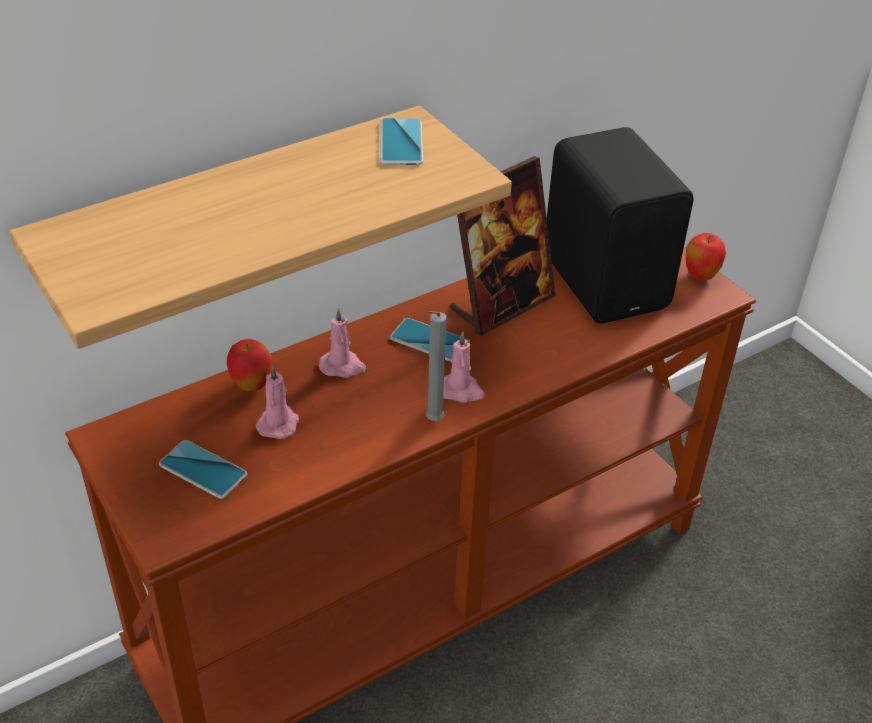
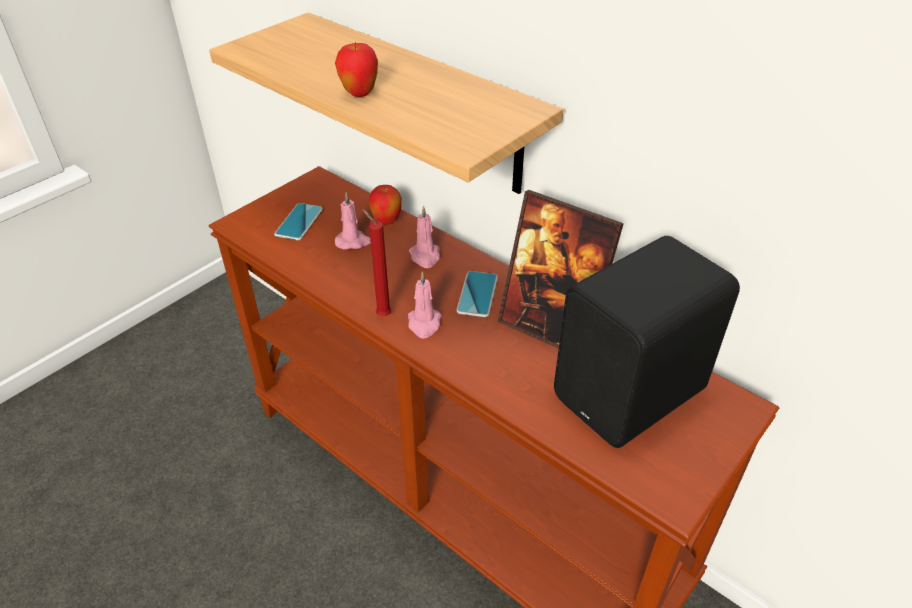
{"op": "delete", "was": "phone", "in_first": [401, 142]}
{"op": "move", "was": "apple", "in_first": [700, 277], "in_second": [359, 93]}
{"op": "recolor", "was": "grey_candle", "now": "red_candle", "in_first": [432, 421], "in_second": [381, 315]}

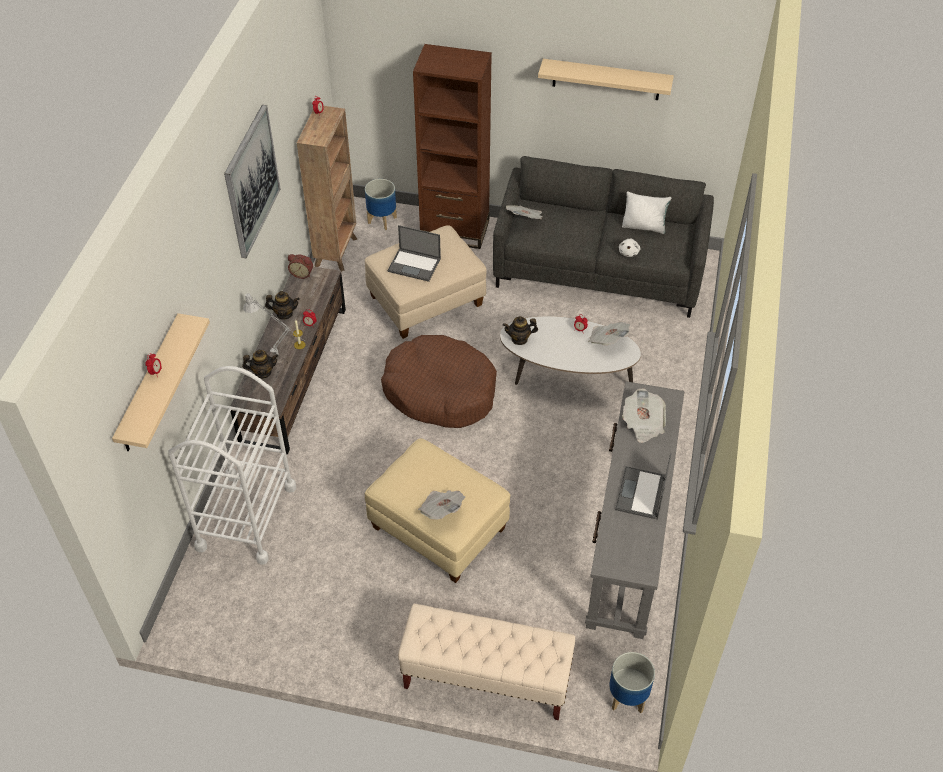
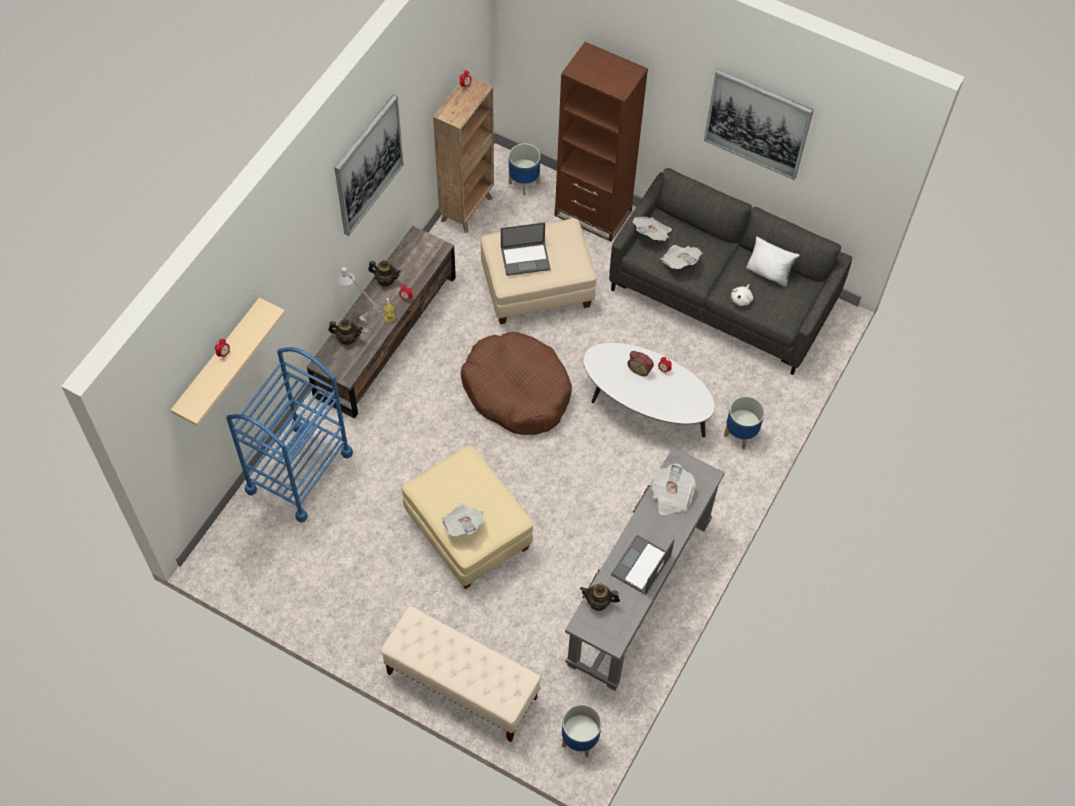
{"op": "replace", "was": "beige_shelf", "now": "picture", "in_first": [606, 79], "in_second": [757, 124]}
{"op": "rotate", "was": "laptop", "in_first": [415, 265], "in_second": [526, 258], "clockwise": -45}
{"op": "move", "was": "alarm_clock", "in_first": [302, 273], "in_second": [640, 369]}
{"op": "move", "was": "teapot", "in_first": [519, 339], "in_second": [598, 602]}
{"op": "move", "was": "newspaper", "in_first": [607, 340], "in_second": [679, 262]}
{"op": "recolor", "was": "white_cart", "now": "blue_cart", "in_first": [246, 517], "in_second": [299, 472]}
{"op": "insert", "now": "planter", "in_second": [741, 434]}

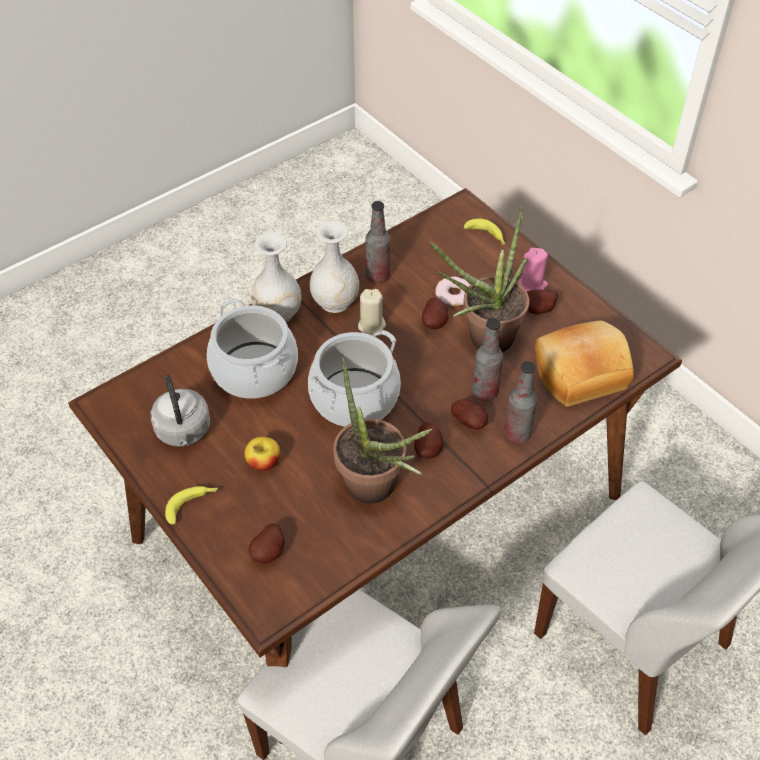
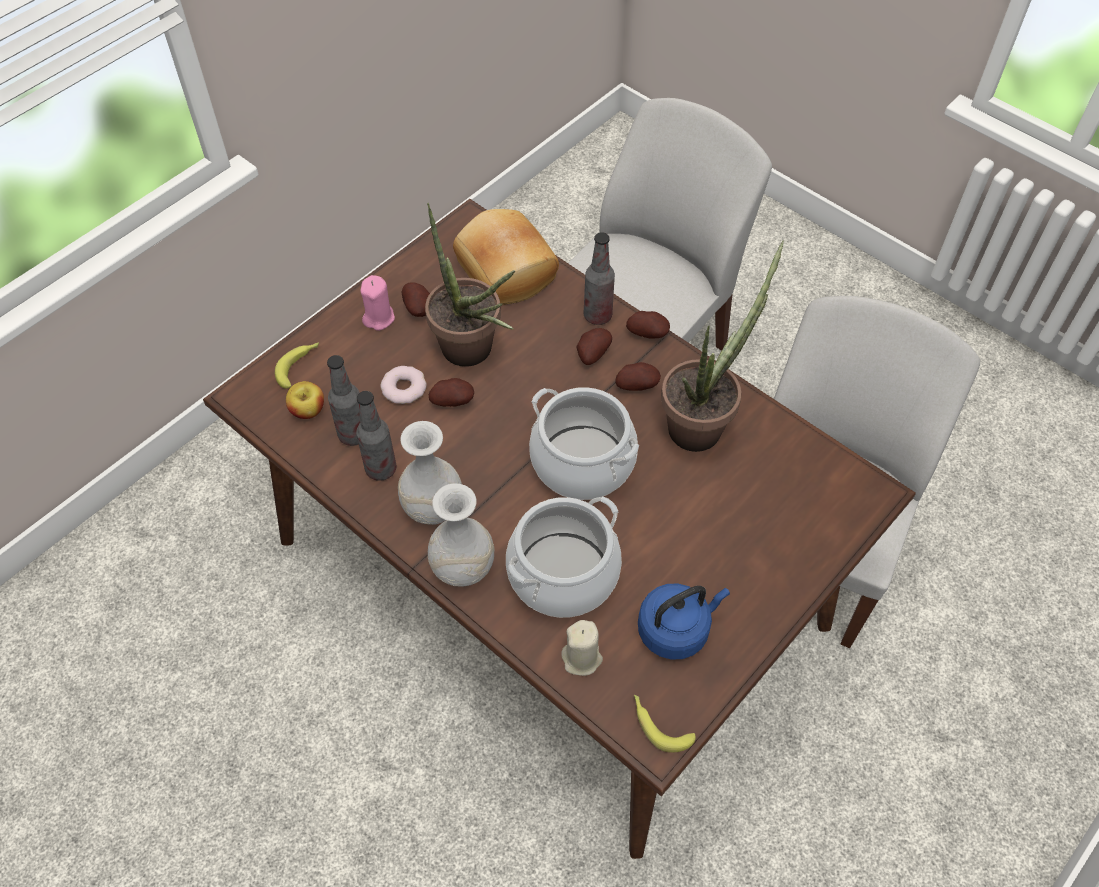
{"op": "move", "was": "beige_candle", "in_first": [372, 326], "in_second": [582, 658]}
{"op": "move", "was": "bottle", "in_first": [485, 392], "in_second": [353, 435]}
{"op": "recolor", "was": "grey_kettle", "now": "blue_kettle", "in_first": [184, 432], "in_second": [676, 630]}
{"op": "move", "was": "apple", "in_first": [263, 462], "in_second": [308, 410]}
{"op": "move", "was": "banana", "in_first": [192, 505], "in_second": [658, 725]}
{"op": "move", "was": "potato", "in_first": [270, 553], "in_second": [648, 333]}

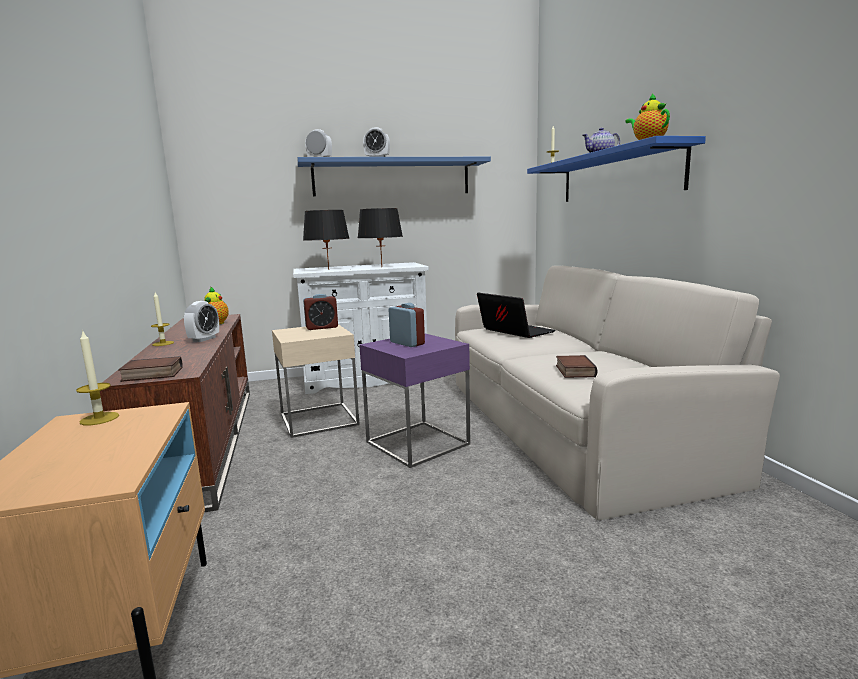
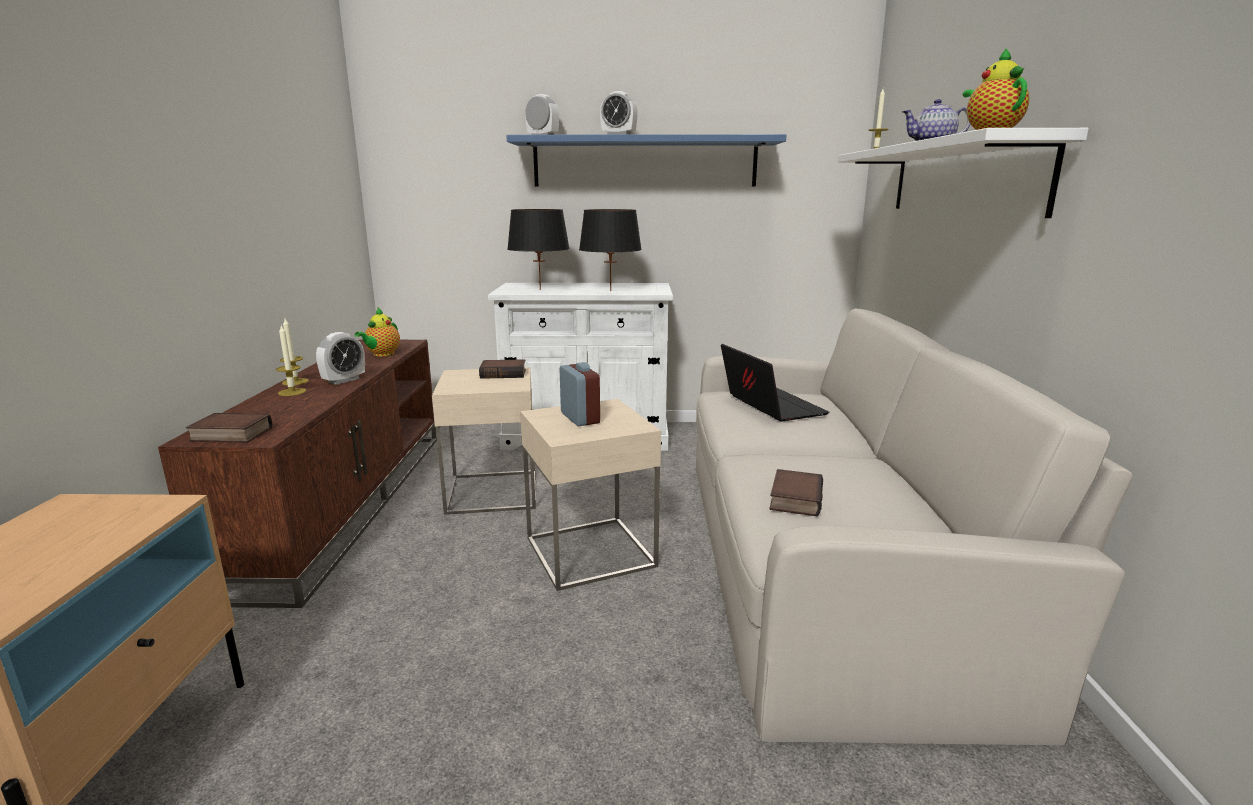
{"op": "recolor", "was": "blue_shelf", "now": "white_shelf", "in_first": [617, 176], "in_second": [961, 179]}
{"op": "replace", "was": "alarm_clock", "now": "book", "in_first": [322, 327], "in_second": [504, 373]}
{"op": "move", "was": "candle", "in_first": [99, 418], "in_second": [292, 392]}
{"op": "recolor", "was": "purple_side_table", "now": "beige_side_table", "in_first": [417, 443], "in_second": [590, 552]}

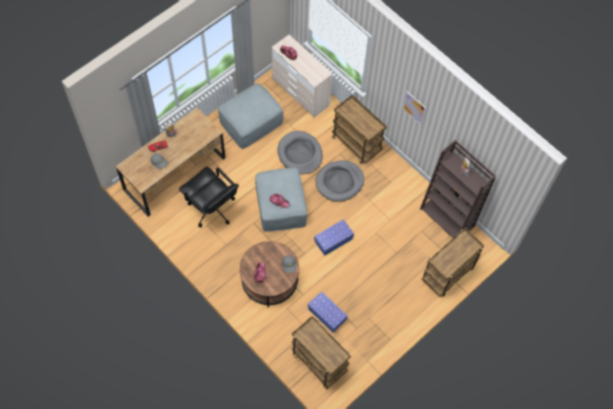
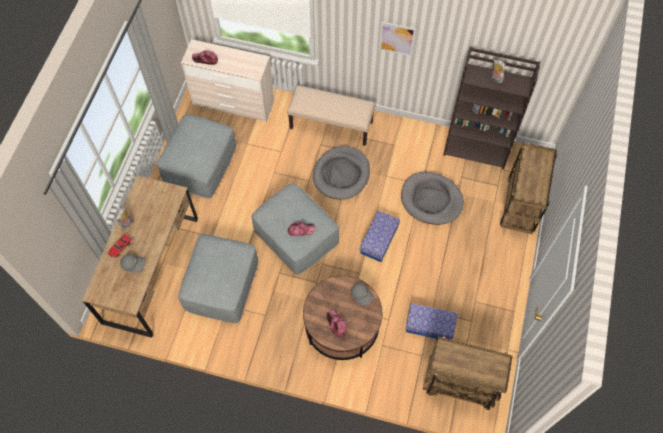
{"op": "replace", "was": "brown_cart", "now": "beige_bench", "in_first": [357, 144], "in_second": [331, 124]}
{"op": "move", "was": "grey_dog_bed", "in_first": [300, 154], "in_second": [431, 200]}
{"op": "replace", "was": "black_office_chair", "now": "grey_ottoman", "in_first": [212, 209], "in_second": [221, 284]}

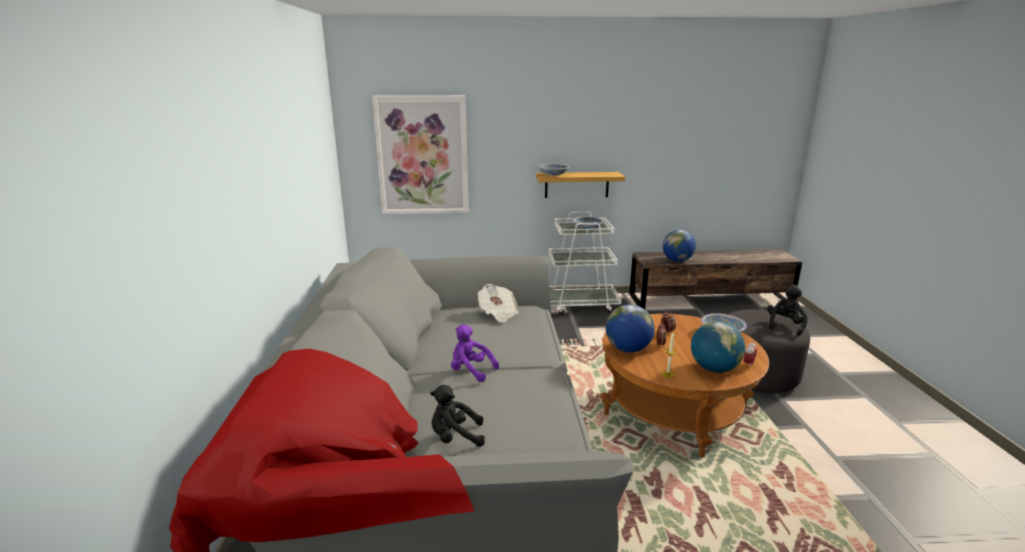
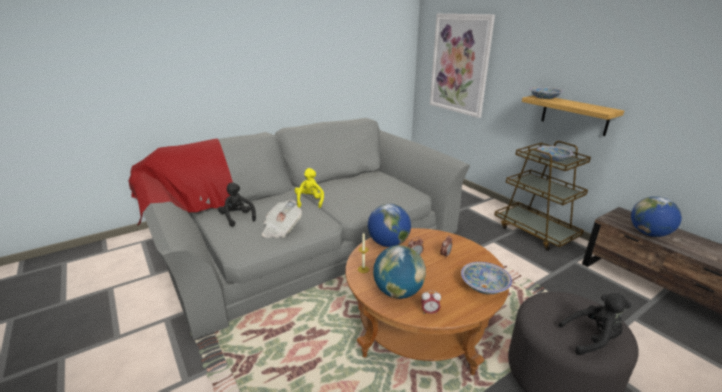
{"op": "recolor", "was": "white_cart", "now": "brown_cart", "in_first": [580, 305], "in_second": [535, 232]}
{"op": "move", "was": "newspaper", "in_first": [498, 313], "in_second": [281, 229]}
{"op": "recolor", "was": "purple_plush_toy", "now": "yellow_plush_toy", "in_first": [471, 371], "in_second": [310, 201]}

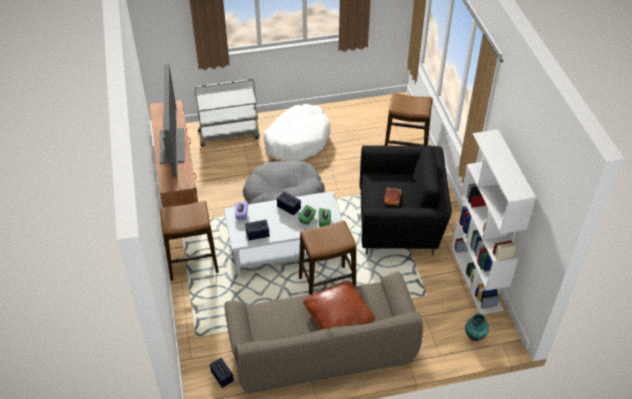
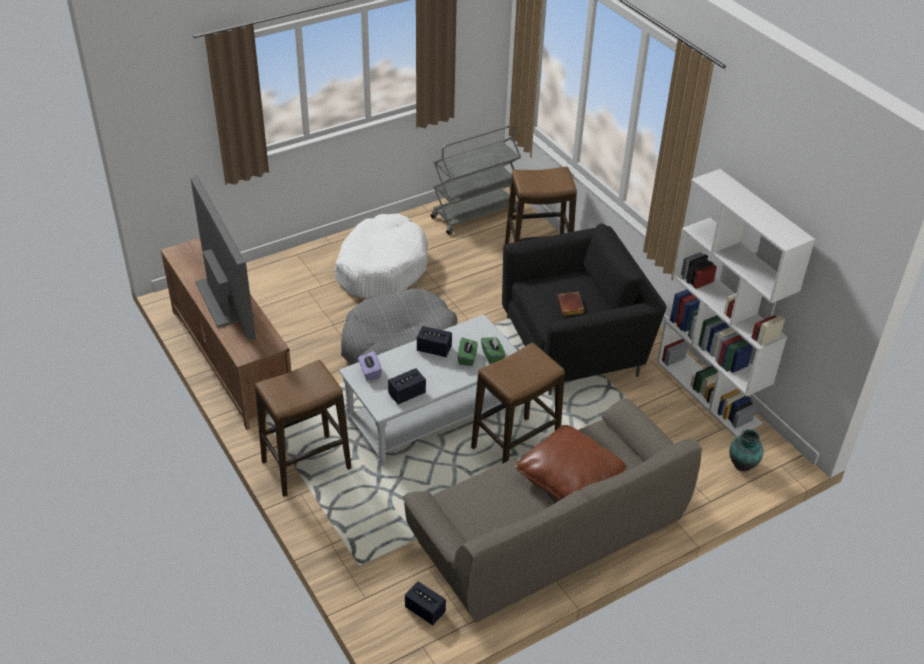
{"op": "move", "was": "grey_cart", "in_first": [229, 134], "in_second": [475, 214]}

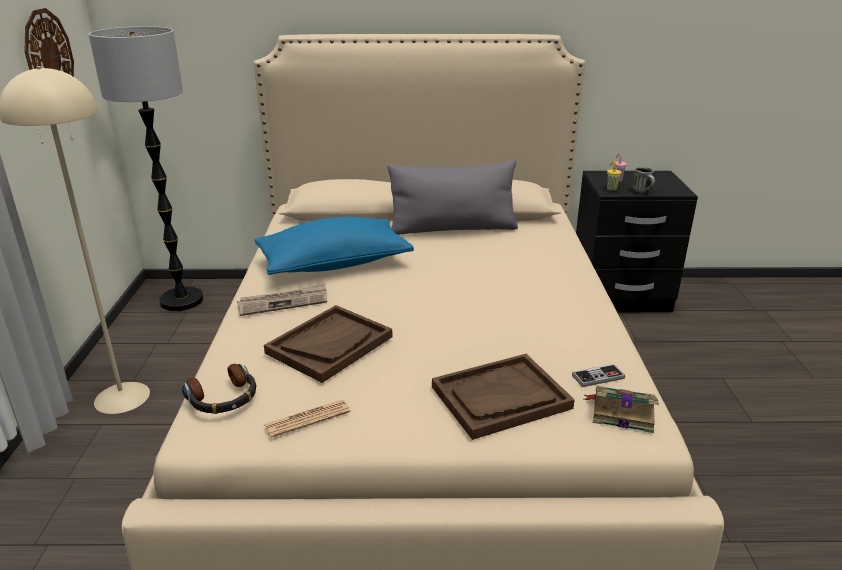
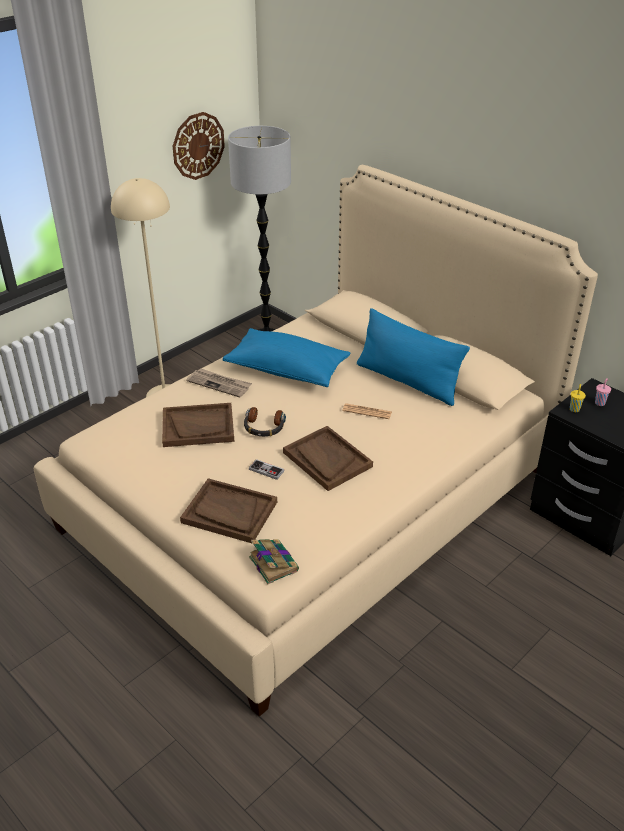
{"op": "recolor", "was": "grey_pillow", "now": "blue_pillow", "in_first": [453, 229], "in_second": [407, 381]}
{"op": "delete", "was": "mug", "in_first": [643, 192]}
{"op": "move", "was": "headphones", "in_first": [223, 398], "in_second": [263, 427]}
{"op": "move", "was": "game_controller", "in_first": [598, 377], "in_second": [266, 470]}
{"op": "move", "was": "newspaper", "in_first": [307, 419], "in_second": [367, 411]}
{"op": "insert", "now": "brown_tray", "in_second": [327, 459]}

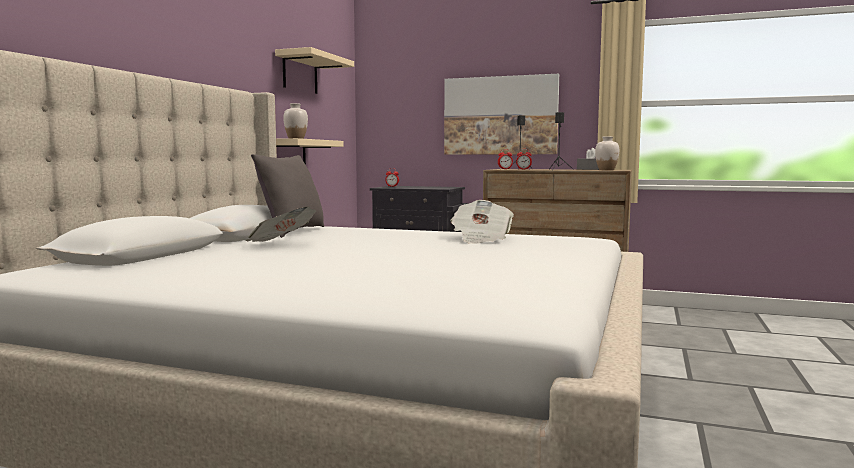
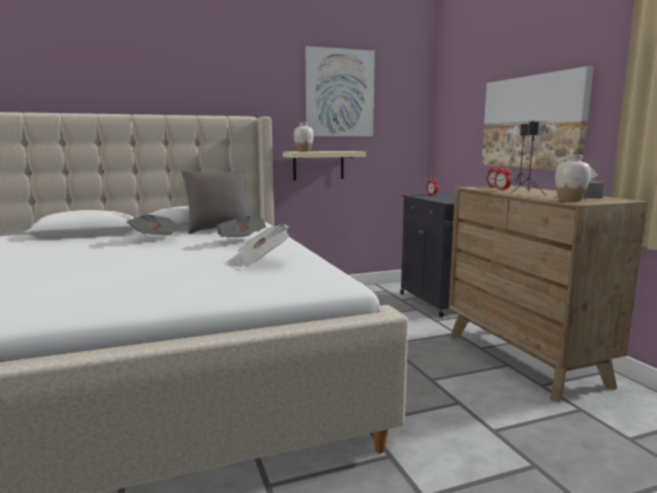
{"op": "replace", "was": "beige_shelf", "now": "picture", "in_first": [300, 73], "in_second": [340, 93]}
{"op": "insert", "now": "newspaper", "in_second": [241, 242]}

